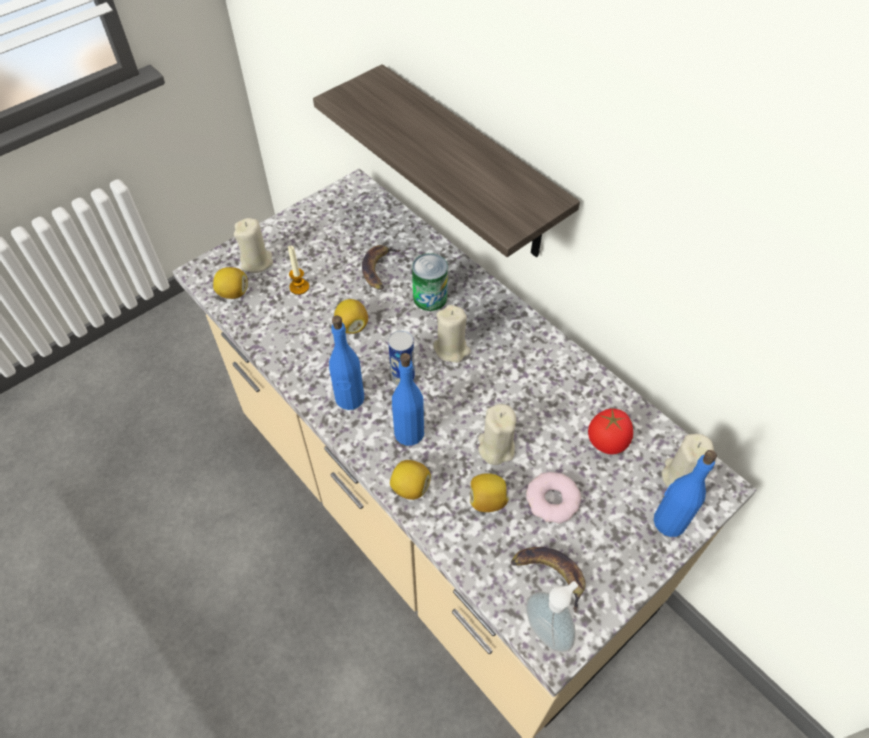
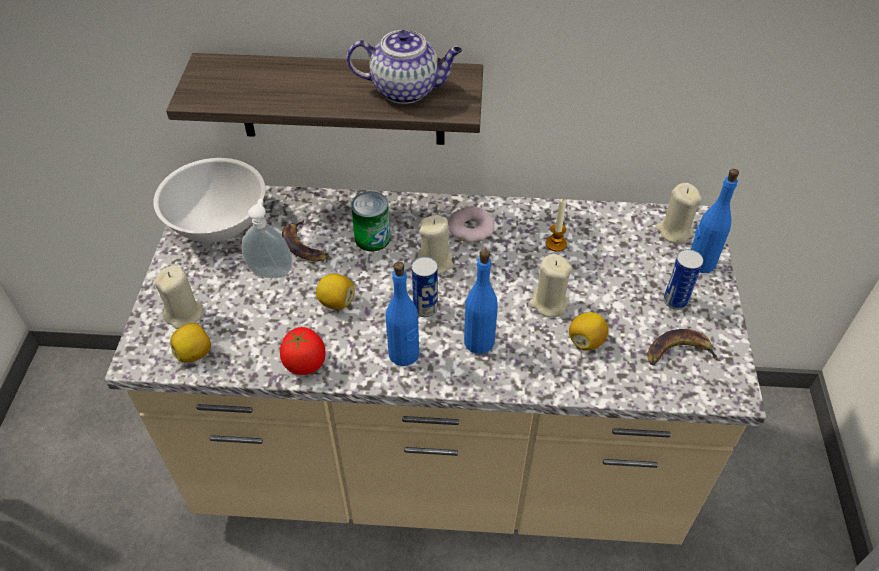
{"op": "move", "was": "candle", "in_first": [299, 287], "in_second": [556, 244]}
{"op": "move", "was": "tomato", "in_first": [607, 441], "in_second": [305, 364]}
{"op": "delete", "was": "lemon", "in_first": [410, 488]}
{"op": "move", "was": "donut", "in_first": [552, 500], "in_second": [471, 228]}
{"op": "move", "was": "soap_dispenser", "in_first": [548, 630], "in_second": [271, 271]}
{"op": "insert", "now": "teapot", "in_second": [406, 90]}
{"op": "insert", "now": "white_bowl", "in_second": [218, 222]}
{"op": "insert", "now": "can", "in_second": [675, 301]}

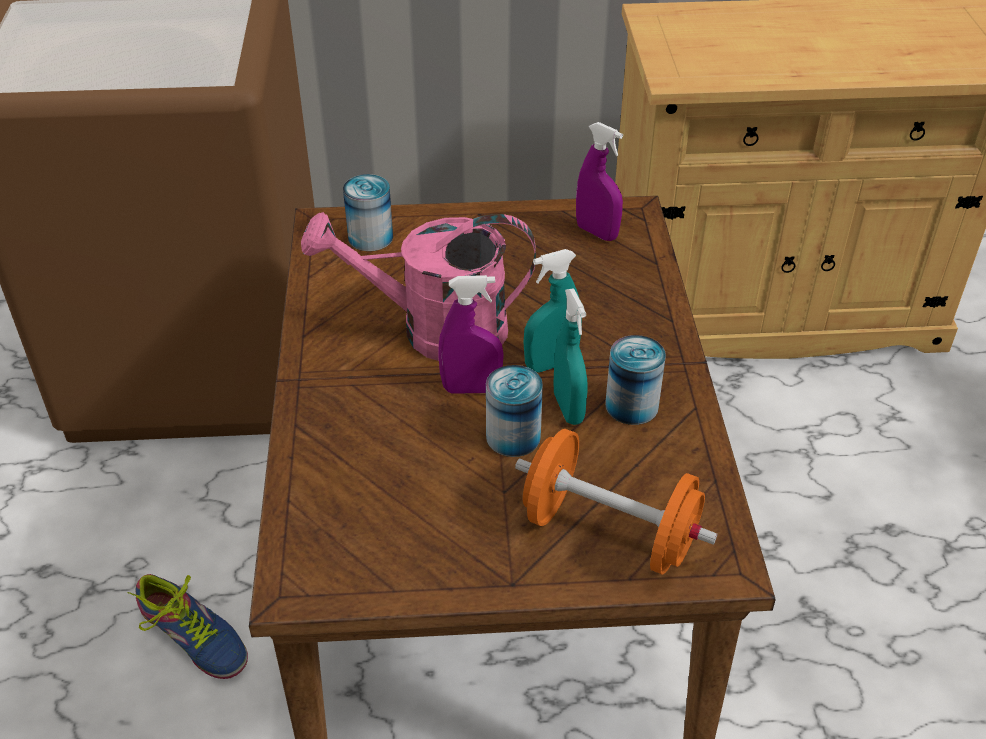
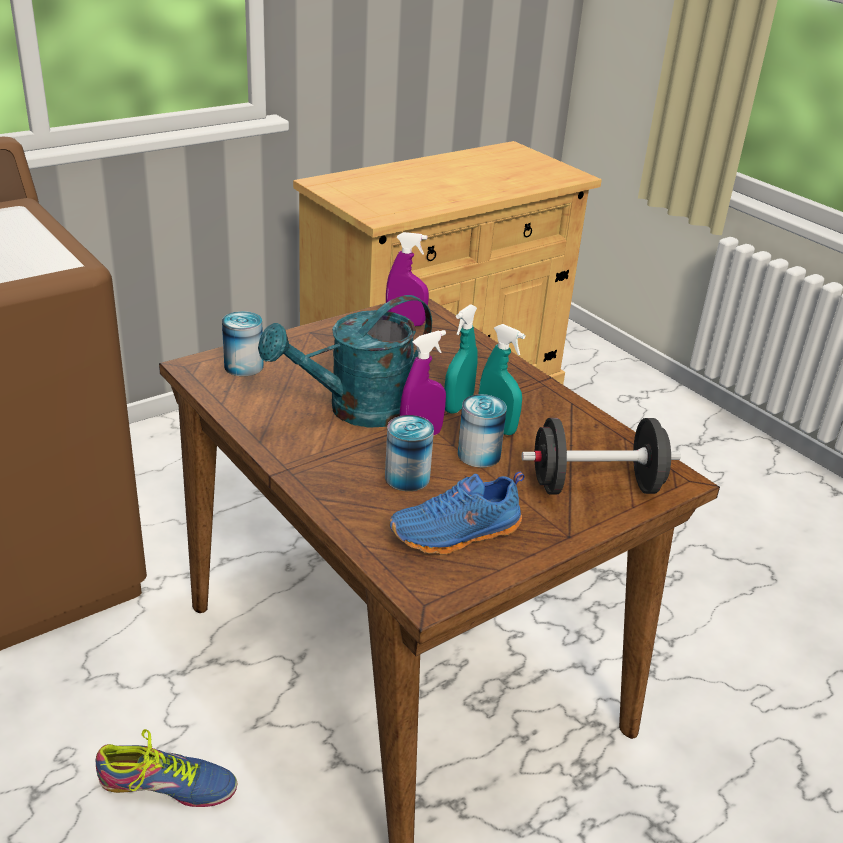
{"op": "recolor", "was": "pink_watering_can", "now": "turquoise_watering_can", "in_first": [435, 331], "in_second": [357, 410]}
{"op": "move", "was": "can", "in_first": [631, 405], "in_second": [407, 477]}
{"op": "recolor", "was": "orange_dumbbell", "now": "black_dumbbell", "in_first": [609, 532], "in_second": [595, 486]}
{"op": "insert", "now": "blue_shoe", "in_second": [456, 534]}

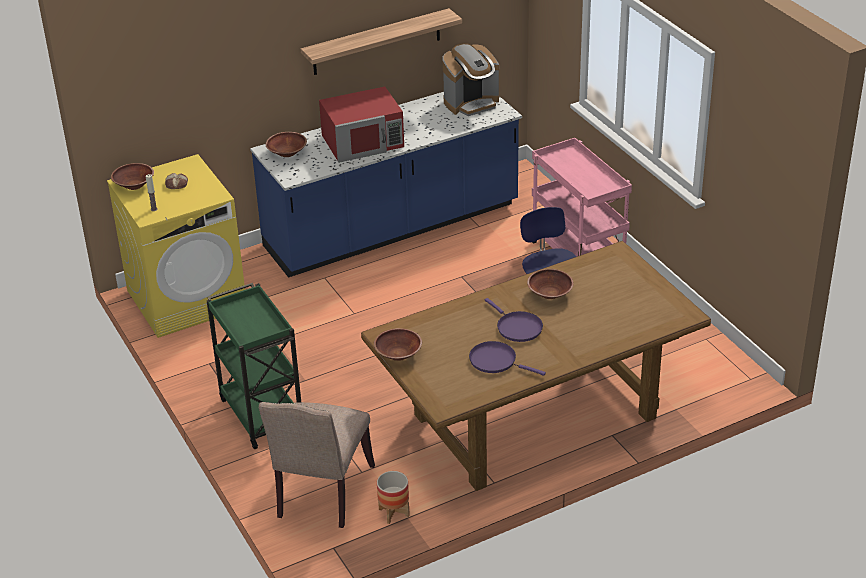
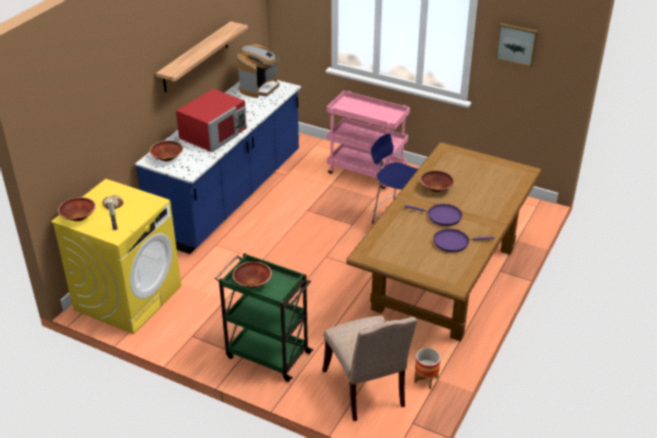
{"op": "move", "was": "brown_bowl", "in_first": [398, 354], "in_second": [252, 283]}
{"op": "insert", "now": "picture", "in_second": [517, 44]}

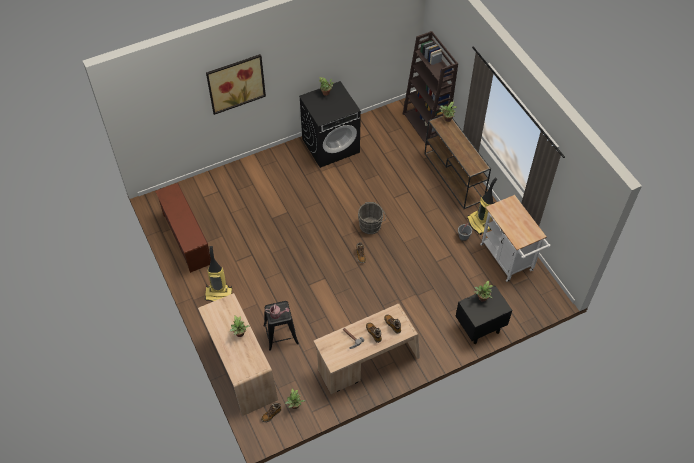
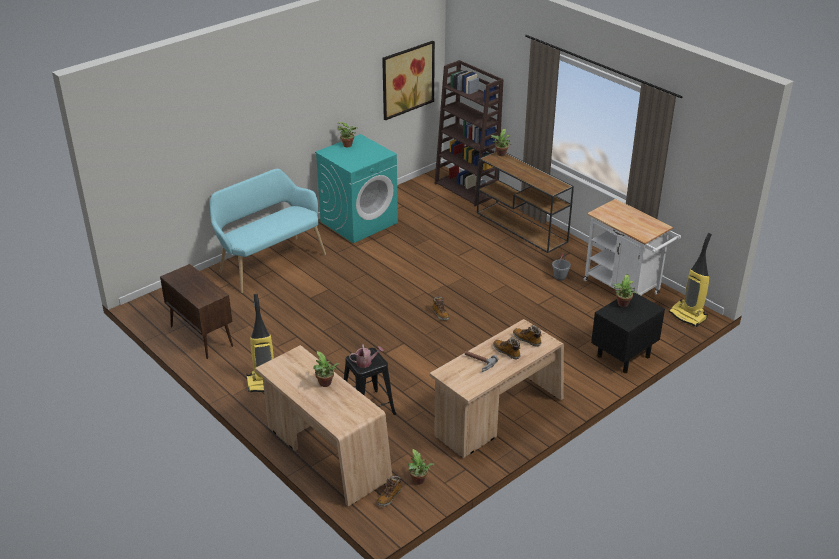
{"op": "move", "was": "picture", "in_first": [236, 83], "in_second": [407, 79]}
{"op": "recolor", "was": "black_washing_machine", "now": "turquoise_washing_machine", "in_first": [331, 145], "in_second": [359, 222]}
{"op": "move", "was": "vacuum_cleaner", "in_first": [479, 223], "in_second": [688, 316]}
{"op": "replace", "was": "brown_shoe_rack", "now": "brown_cabinet", "in_first": [186, 239], "in_second": [201, 336]}
{"op": "delete", "was": "grey_bucket", "in_first": [371, 225]}
{"op": "insert", "now": "turquoise_bench", "in_second": [269, 262]}

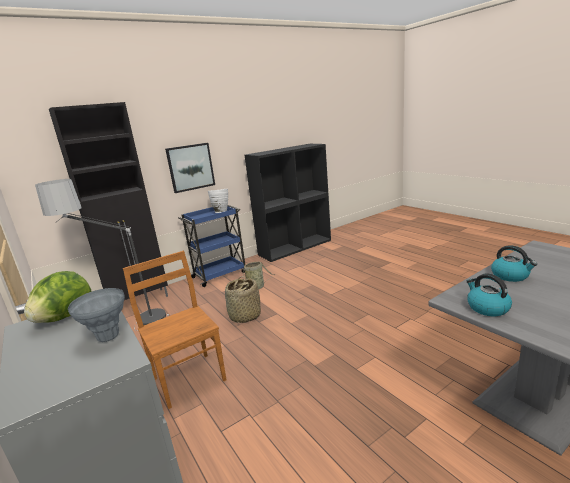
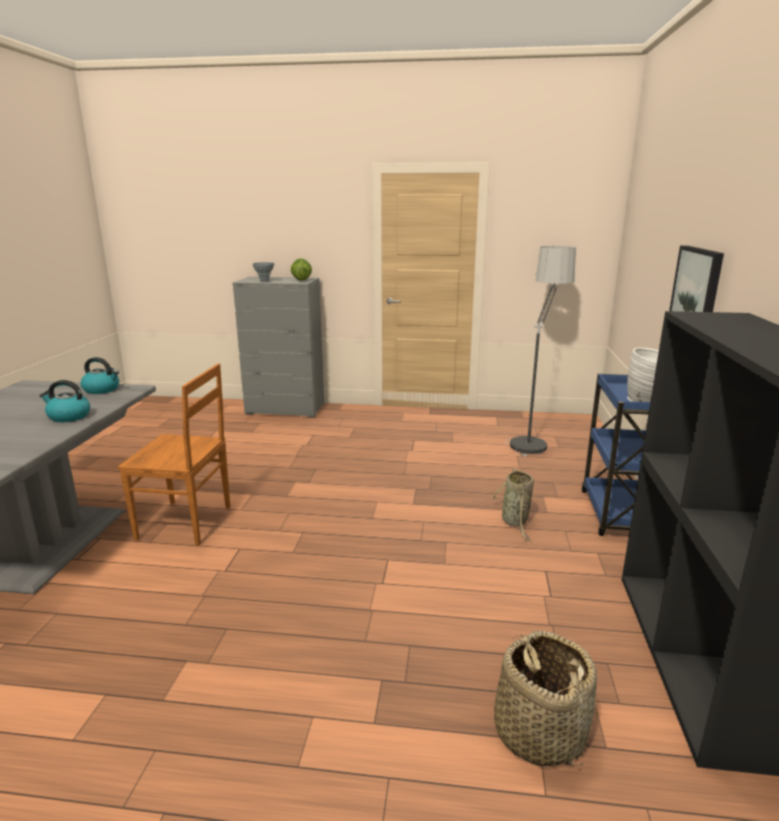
{"op": "delete", "was": "black_cabinet", "in_first": [140, 301]}
{"op": "move", "was": "brown_chair", "in_first": [188, 378], "in_second": [187, 523]}
{"op": "move", "was": "basket", "in_first": [244, 316], "in_second": [539, 731]}

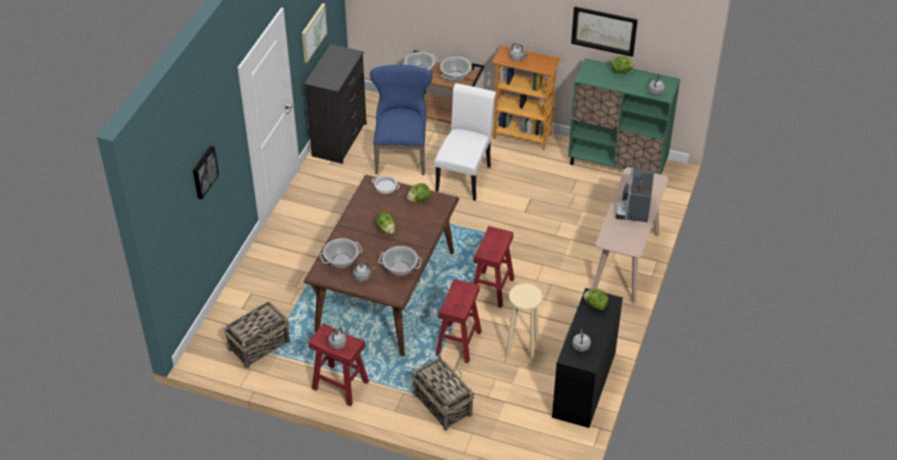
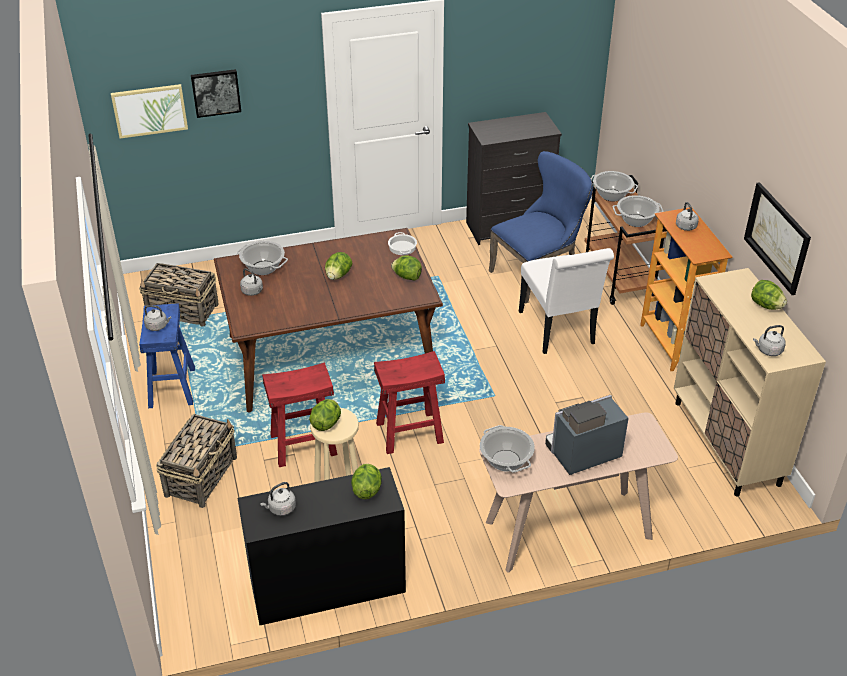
{"op": "move", "was": "picture", "in_first": [313, 32], "in_second": [149, 110]}
{"op": "recolor", "was": "green_cabinet", "now": "beige_cabinet", "in_first": [617, 164], "in_second": [726, 443]}
{"op": "rotate", "was": "white_chair", "in_first": [465, 175], "in_second": [558, 331], "clockwise": 90}
{"op": "move", "was": "cooking_pot", "in_first": [400, 268], "in_second": [506, 461]}
{"op": "recolor", "was": "red_stool", "now": "blue_stool", "in_first": [340, 385], "in_second": [171, 387]}
{"op": "insert", "now": "lettuce", "in_second": [326, 423]}

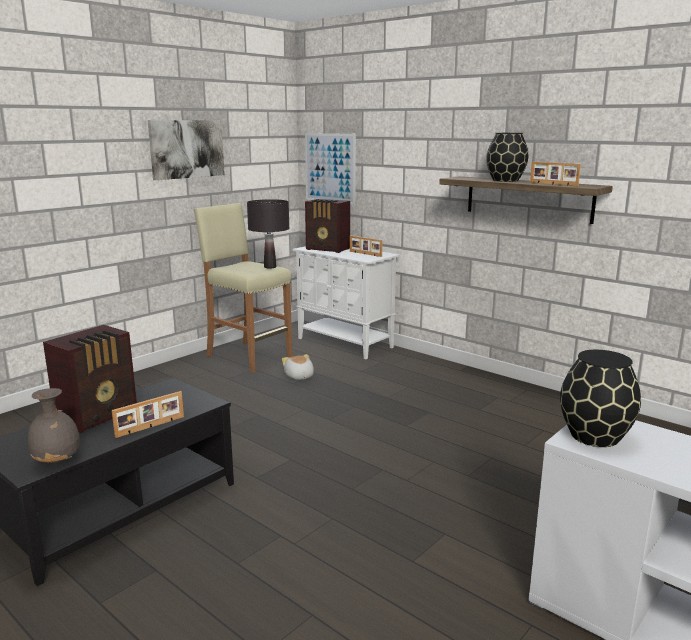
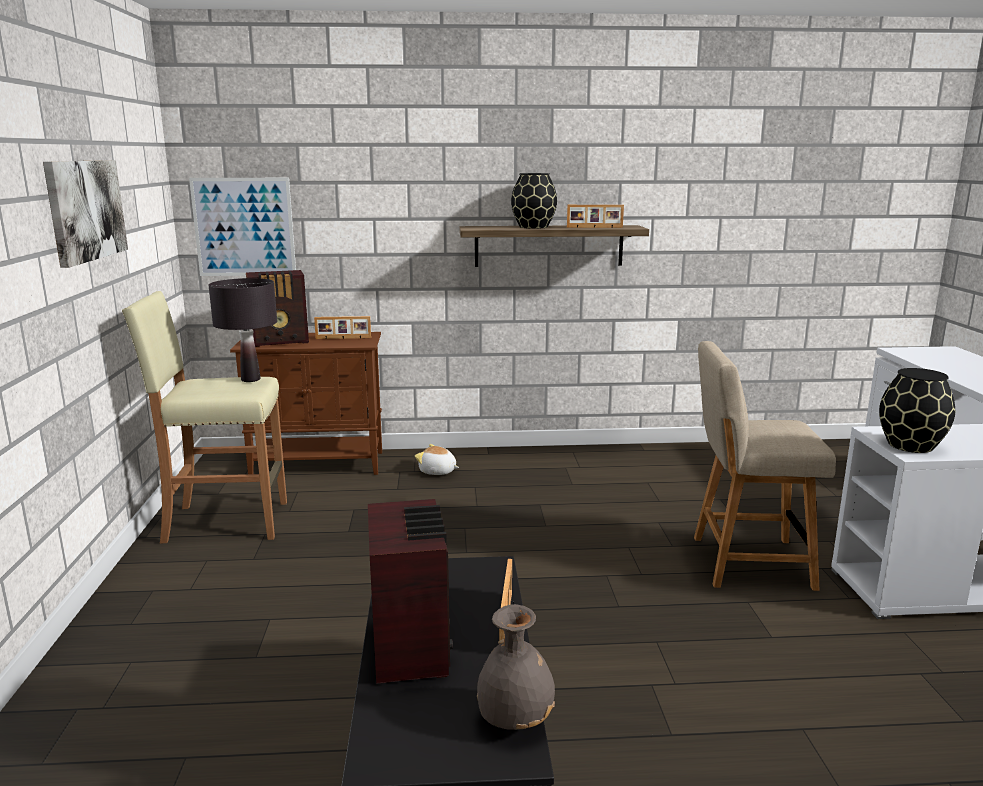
{"op": "recolor", "was": "white_cabinet", "now": "brown_cabinet", "in_first": [345, 343], "in_second": [319, 464]}
{"op": "move", "was": "plush_toy", "in_first": [299, 377], "in_second": [437, 471]}
{"op": "insert", "now": "beige_chair", "in_second": [745, 562]}

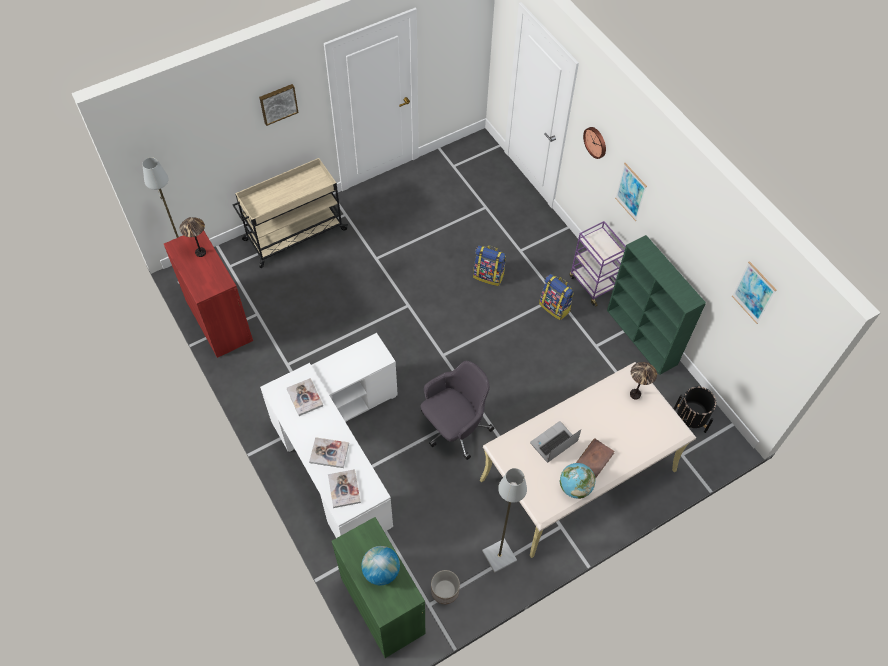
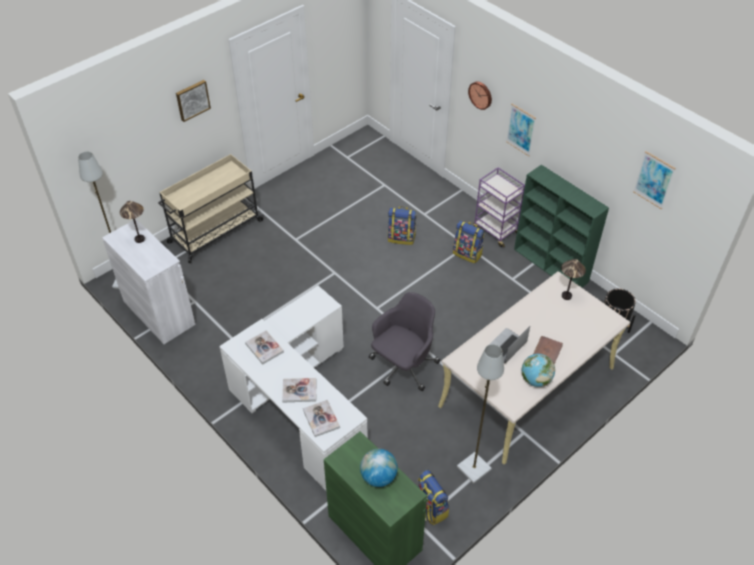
{"op": "recolor", "was": "red_cabinet", "now": "white_cabinet", "in_first": [219, 320], "in_second": [159, 313]}
{"op": "replace", "was": "planter", "now": "backpack", "in_first": [444, 590], "in_second": [430, 508]}

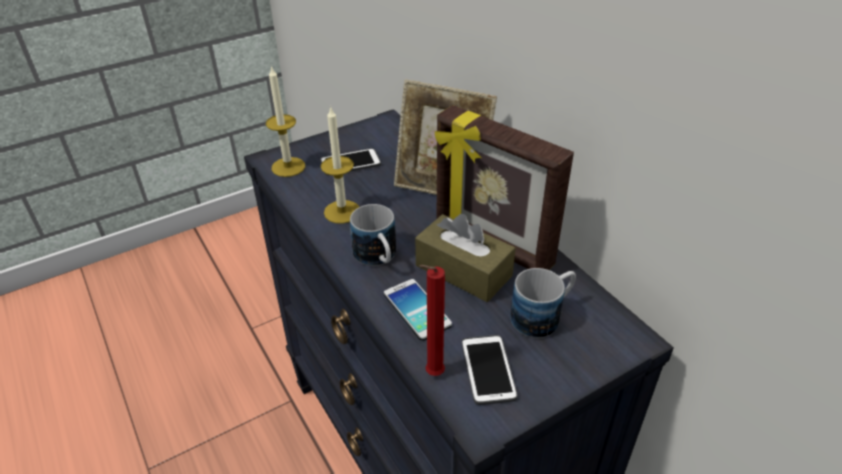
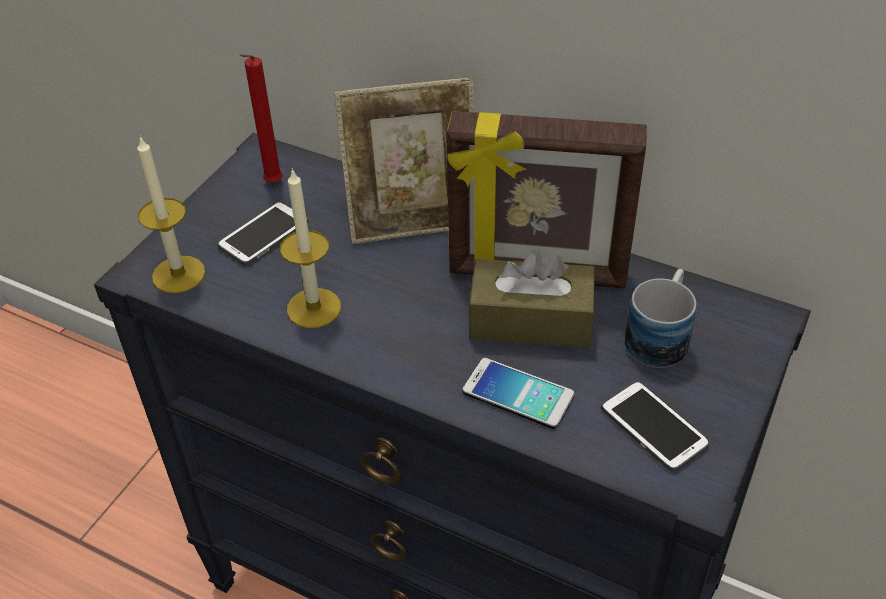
{"op": "delete", "was": "mug", "in_first": [378, 258]}
{"op": "move", "was": "red_candle", "in_first": [432, 374], "in_second": [271, 184]}

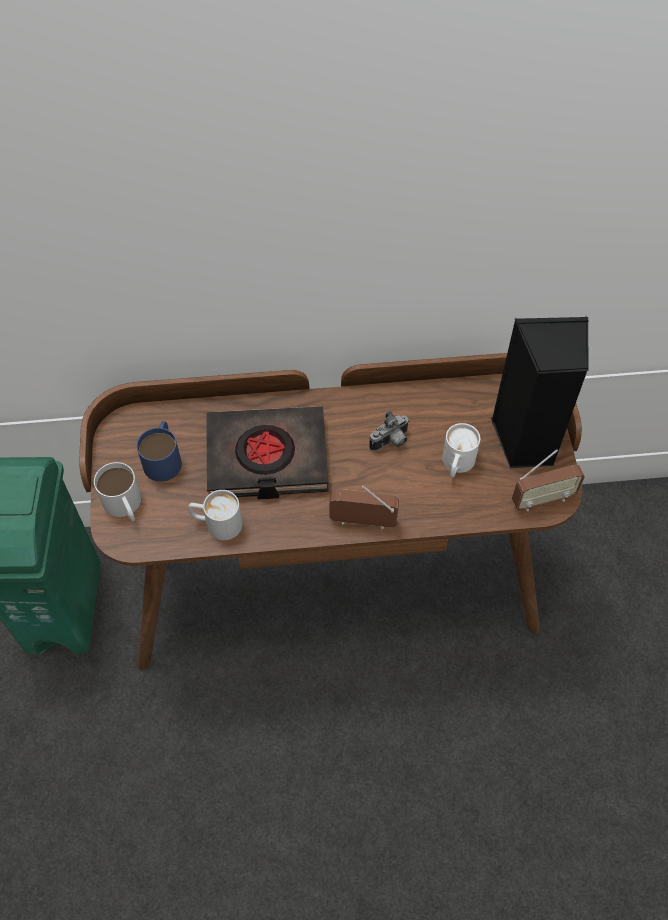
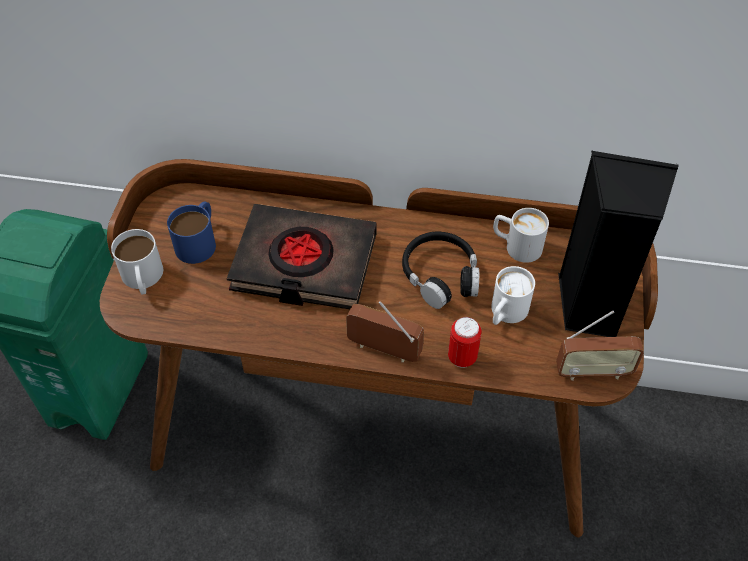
{"op": "replace", "was": "photo_camera", "now": "black_headphones", "in_first": [391, 442], "in_second": [441, 275]}
{"op": "move", "was": "white_mug", "in_first": [216, 524], "in_second": [516, 246]}
{"op": "insert", "now": "can", "in_second": [462, 358]}

